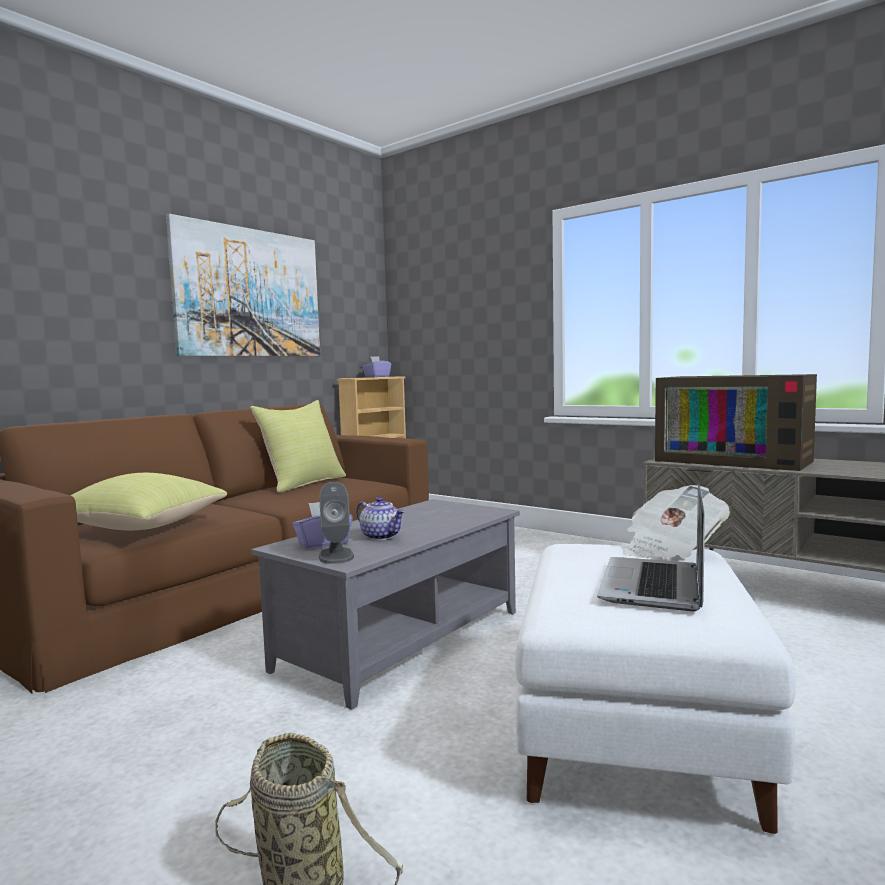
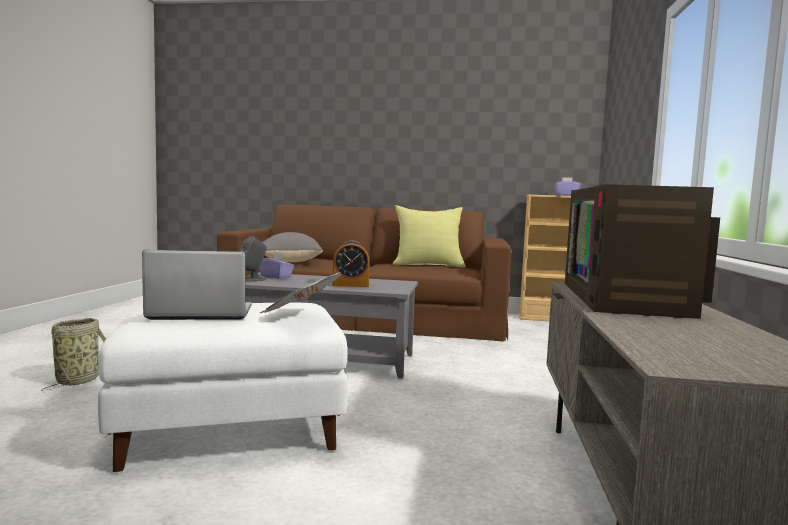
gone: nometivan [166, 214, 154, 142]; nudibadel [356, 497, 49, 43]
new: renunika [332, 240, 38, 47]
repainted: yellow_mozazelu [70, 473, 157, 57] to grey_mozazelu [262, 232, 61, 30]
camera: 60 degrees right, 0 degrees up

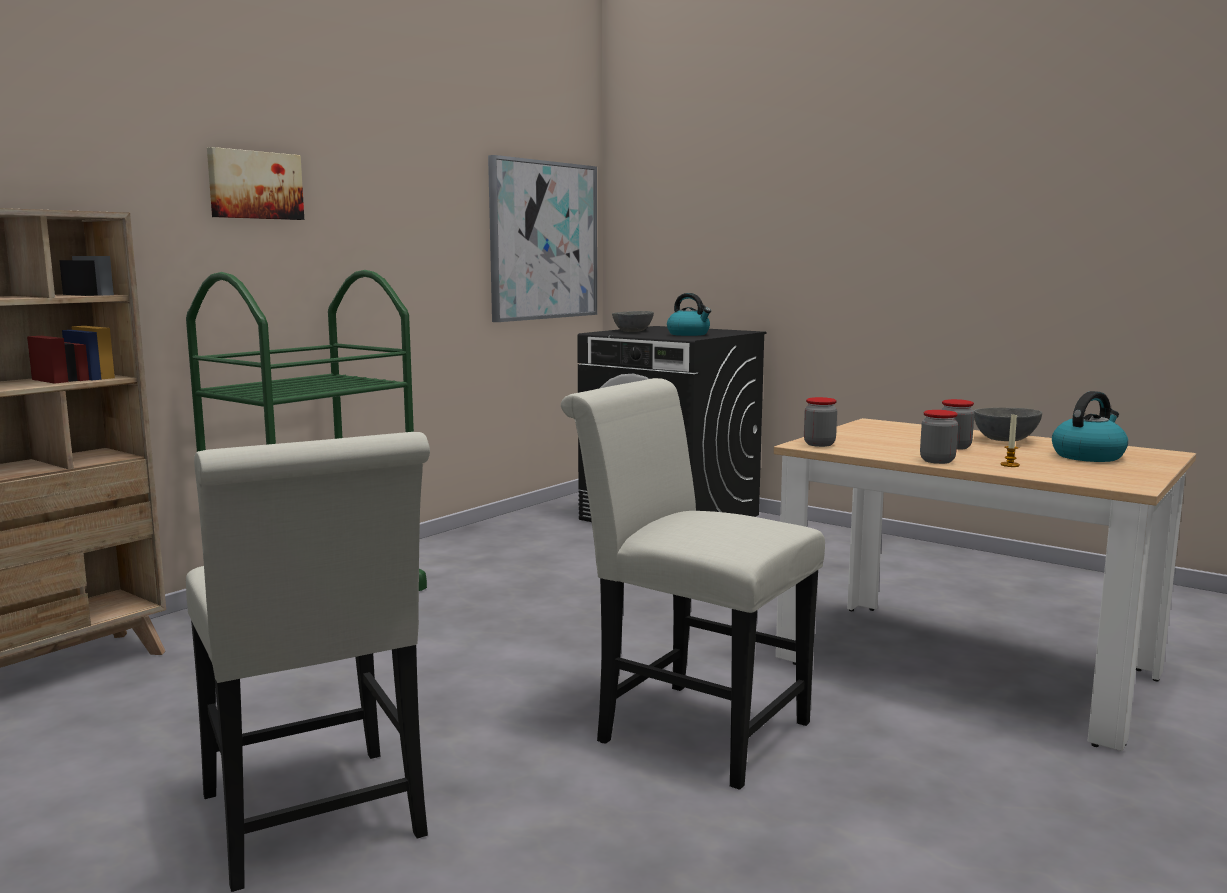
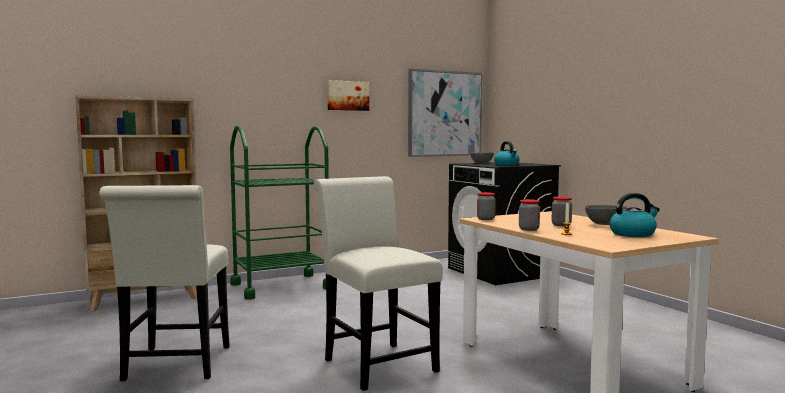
shifted: nometivan [207, 147, 97, 73] to [327, 80, 42, 31]
camera: 25 degrees right, 5 degrees down

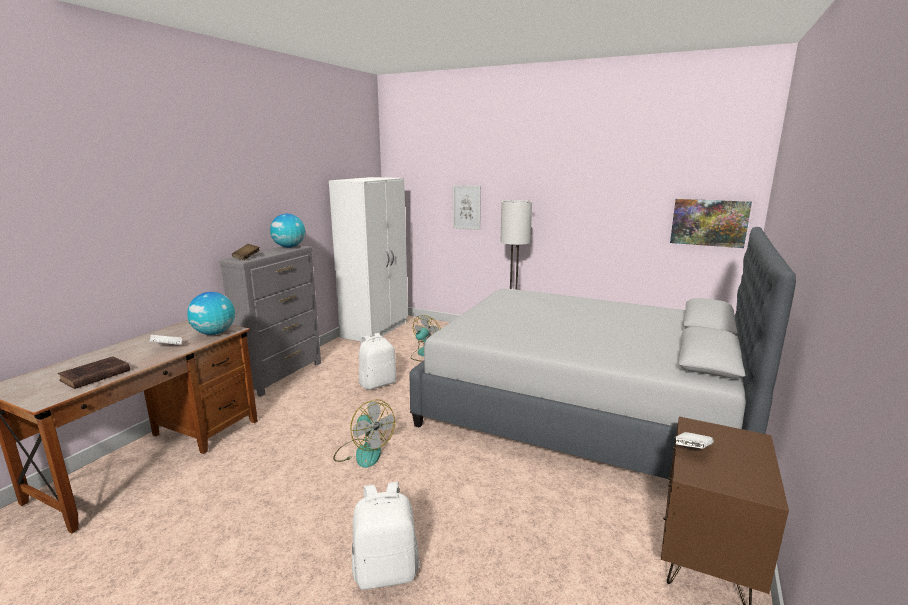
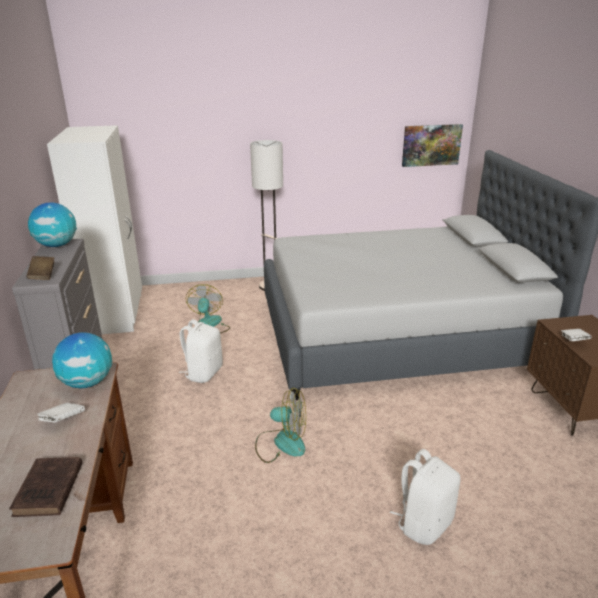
gone: nometivan [453, 185, 28, 45]
camera: 35 degrees left, 10 degrees up

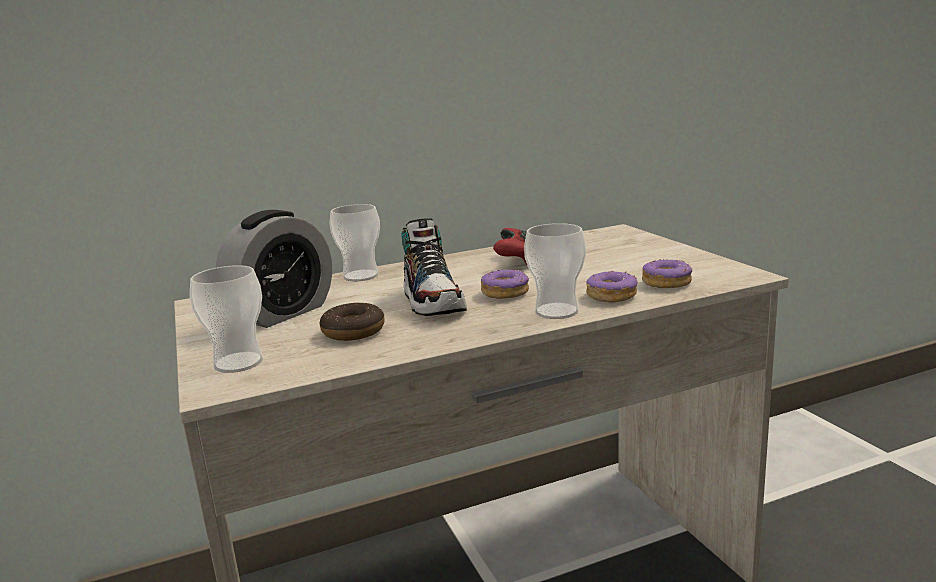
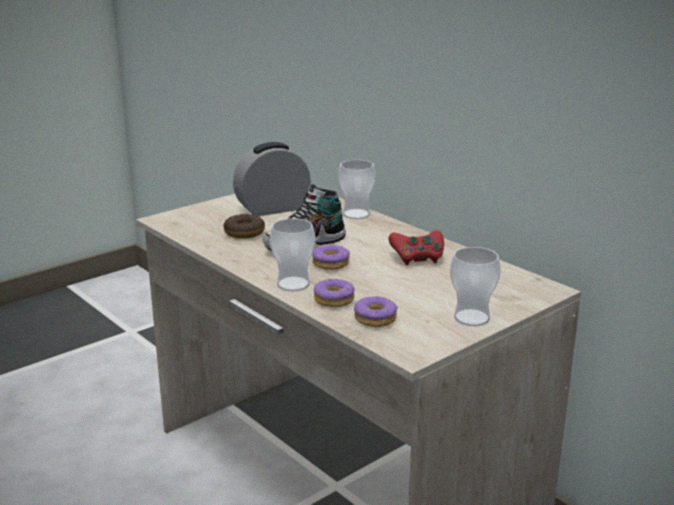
shifted: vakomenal [190, 265, 73, 108] to [450, 247, 51, 79]
rotated: renunika [215, 210, 117, 118] = [233, 142, 78, 74] 135 degrees clockwise
camera: 70 degrees right, 5 degrees up

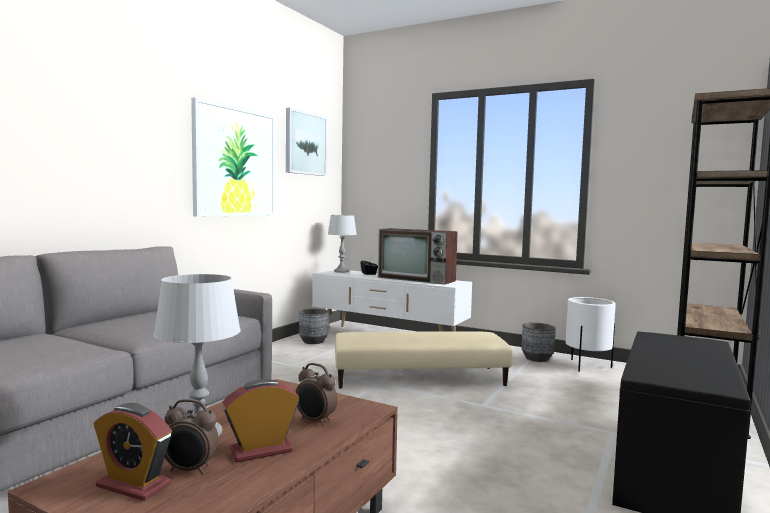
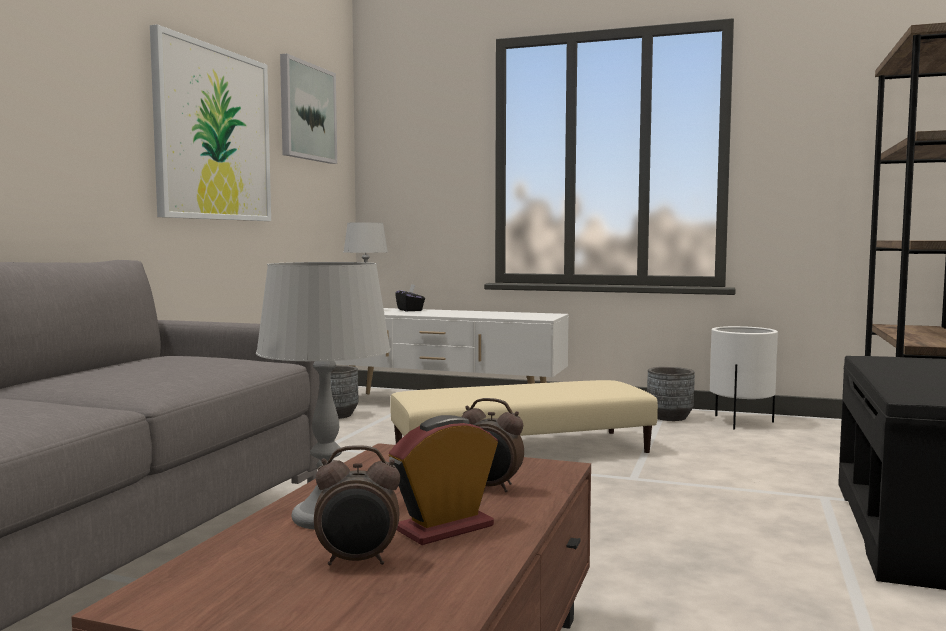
gone: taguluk [378, 228, 80, 56]; renunika [94, 403, 78, 98]
camera: 10 degrees left, 0 degrees up

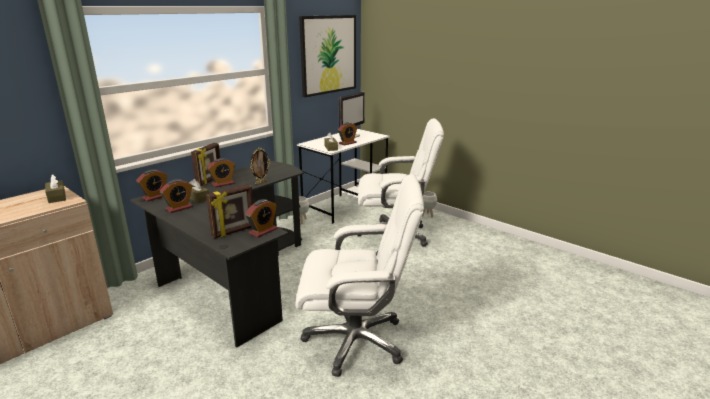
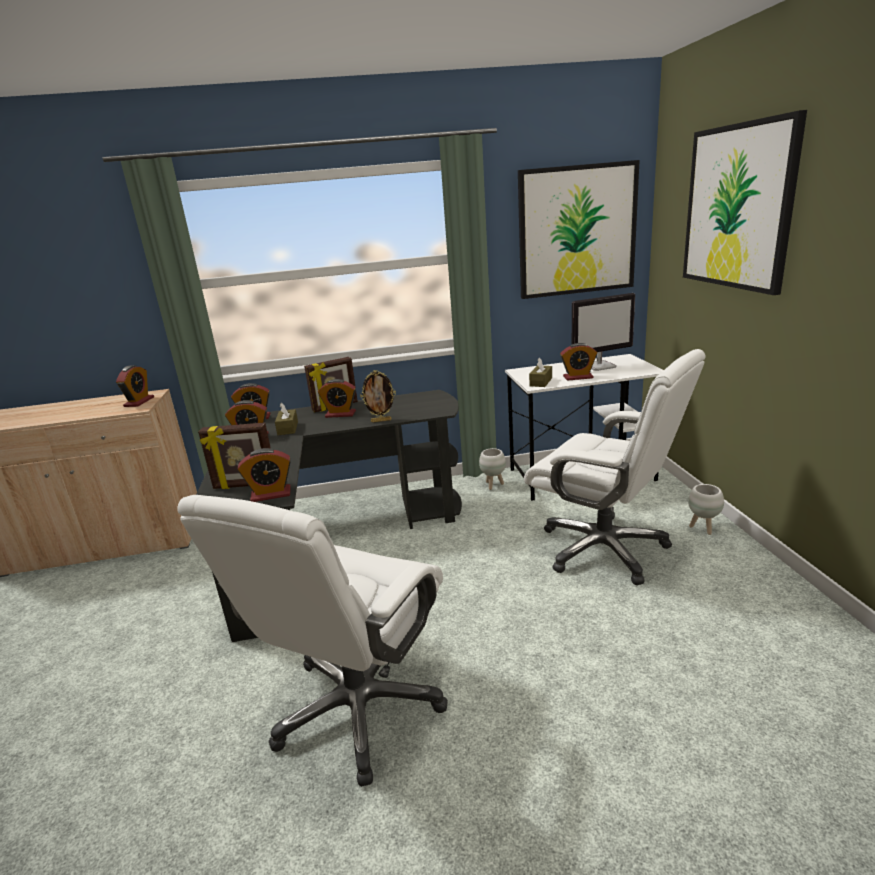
new: nometivan [683, 110, 124, 185]
swapped: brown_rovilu [45, 174, 21, 29] to renunika [116, 365, 38, 42]
rotated: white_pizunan [296, 174, 128, 203] = [177, 495, 271, 292] 75 degrees clockwise
camera: 40 degrees right, 0 degrees up

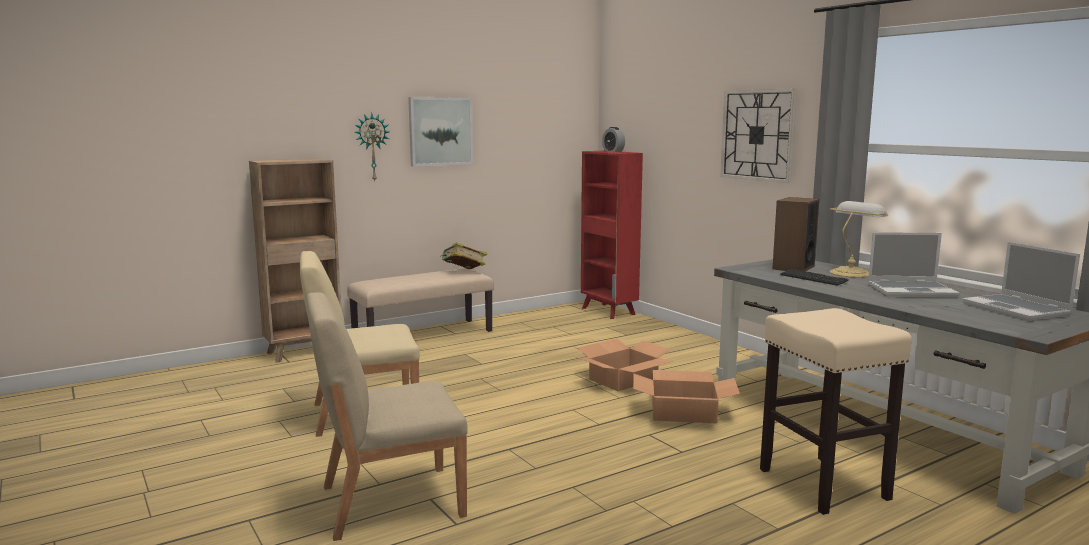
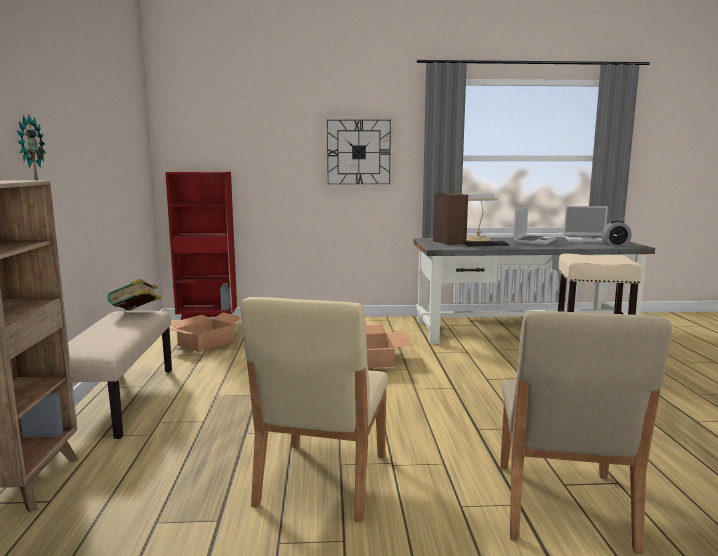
gone: nometivan [408, 97, 65, 70]
shifted: renunika [602, 127, 23, 25] to [601, 221, 31, 25]; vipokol [633, 370, 107, 54] to [170, 312, 72, 40]
camera: 60 degrees left, 0 degrees up

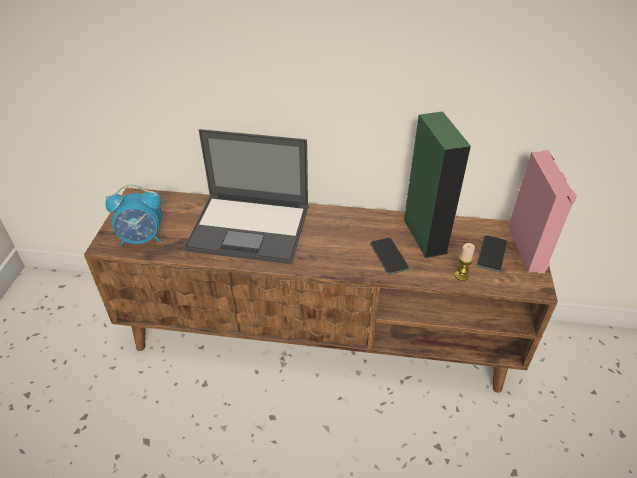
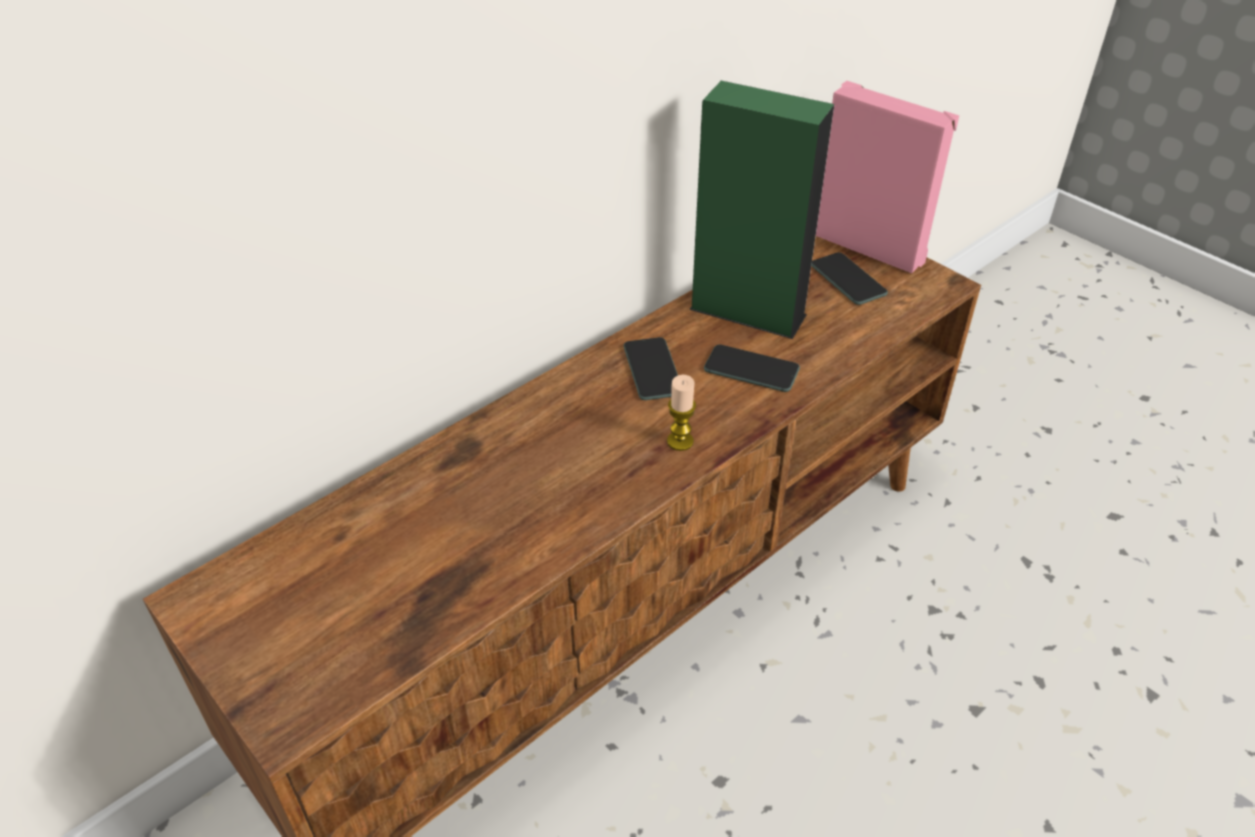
gone: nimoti [184, 129, 125, 135]; renunika [105, 184, 57, 62]
new: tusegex [624, 337, 54, 63]
shifted: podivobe [455, 243, 20, 38] to [667, 375, 29, 76]
camera: 50 degrees left, 0 degrees up

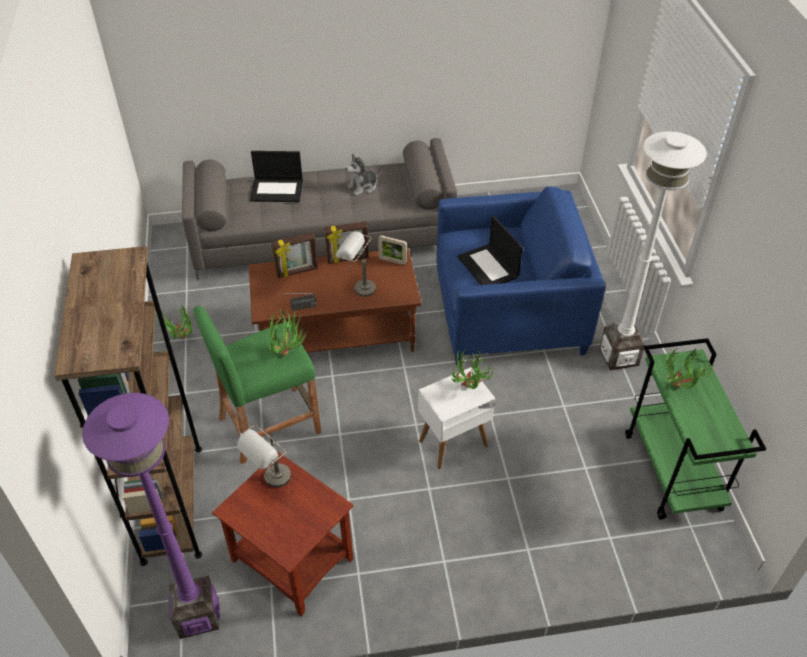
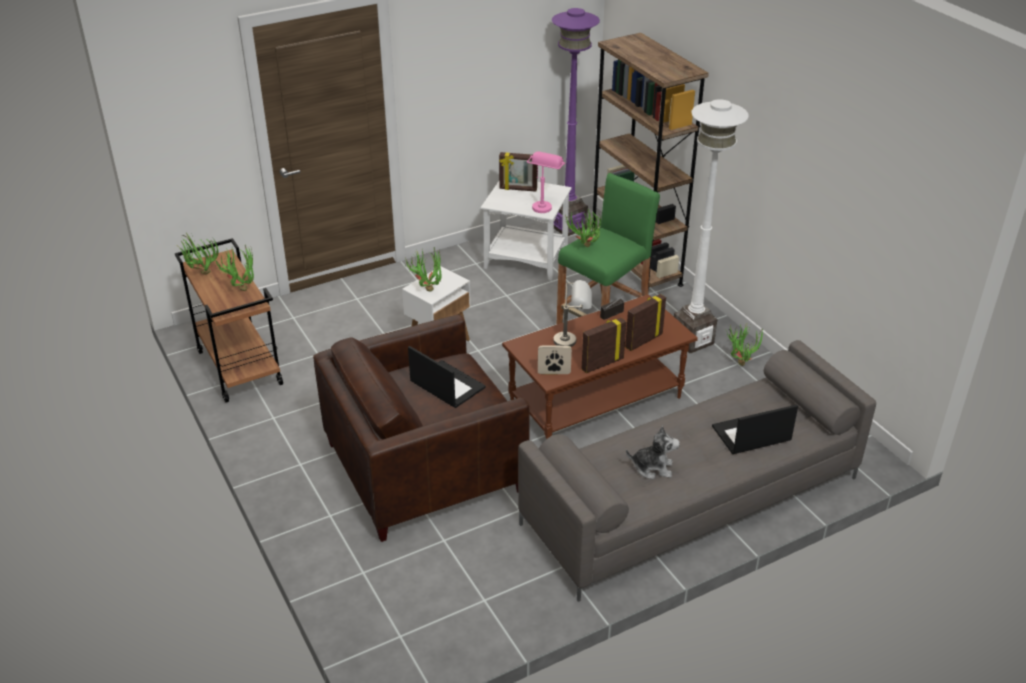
new: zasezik [499, 152, 39, 40]; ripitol [176, 233, 42, 42]
shifted: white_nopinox [600, 131, 107, 239] to [674, 99, 75, 254]
repainted: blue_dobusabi [436, 187, 170, 178] to brown_dobusabi [313, 315, 217, 227]; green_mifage [625, 338, 141, 182] to brown_mifage [175, 238, 108, 165]; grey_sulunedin [237, 424, 54, 64] to pink_sulunedin [527, 151, 38, 62]; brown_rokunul [212, 451, 142, 165] to white_rokunul [481, 181, 91, 100]
rotated: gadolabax [346, 154, 35, 42] = [626, 426, 54, 53] 60 degrees clockwise
camera: 160 degrees right, 10 degrees down

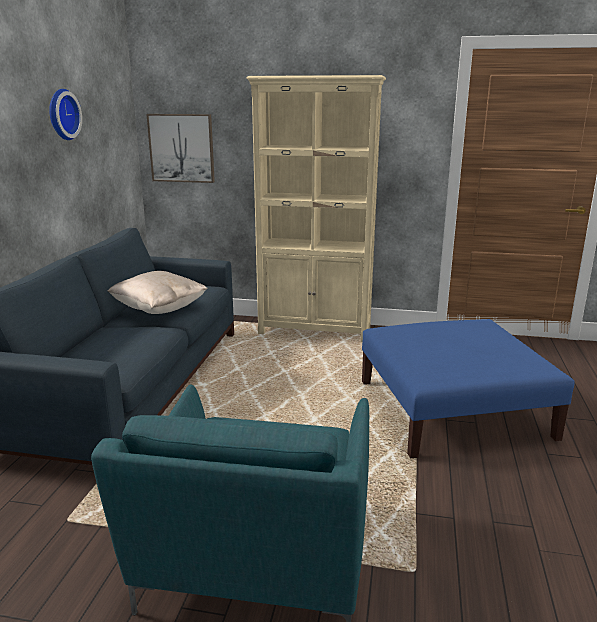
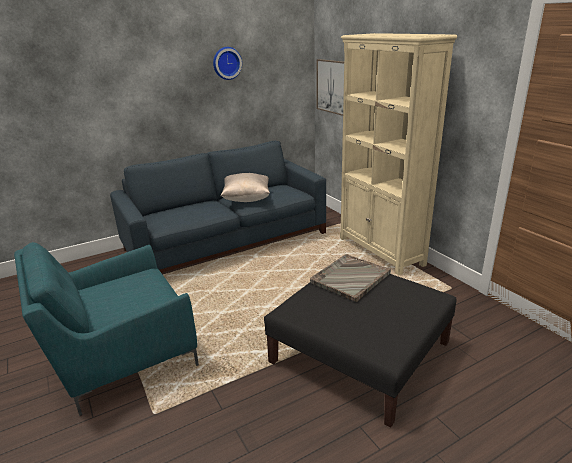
new: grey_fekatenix [310, 254, 81, 48]
repainted: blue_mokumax [362, 319, 213, 139] to black_mokumax [264, 274, 193, 154]
camera: 50 degrees right, 5 degrees up

